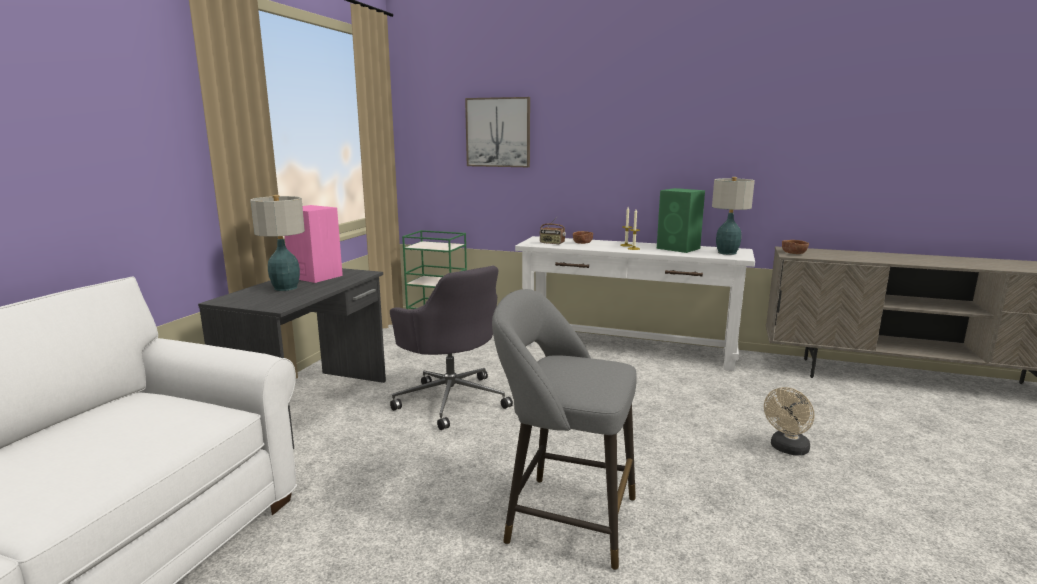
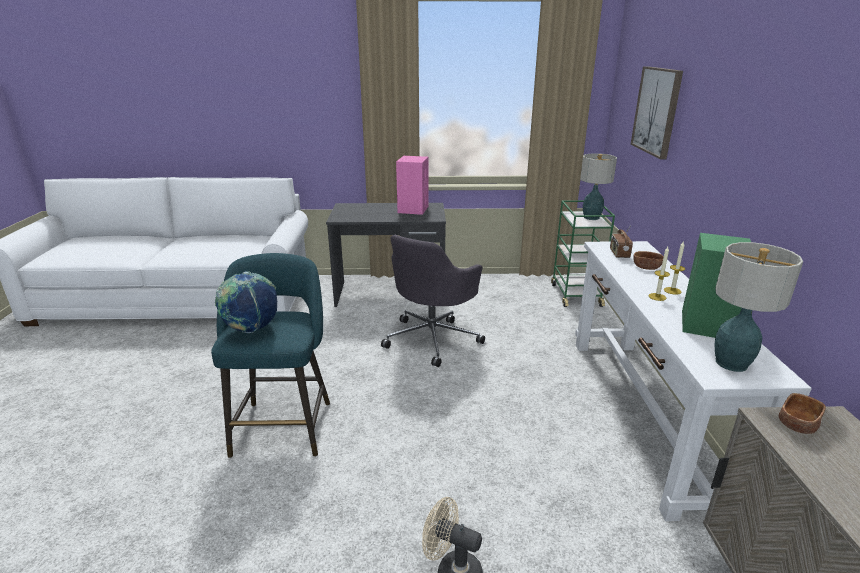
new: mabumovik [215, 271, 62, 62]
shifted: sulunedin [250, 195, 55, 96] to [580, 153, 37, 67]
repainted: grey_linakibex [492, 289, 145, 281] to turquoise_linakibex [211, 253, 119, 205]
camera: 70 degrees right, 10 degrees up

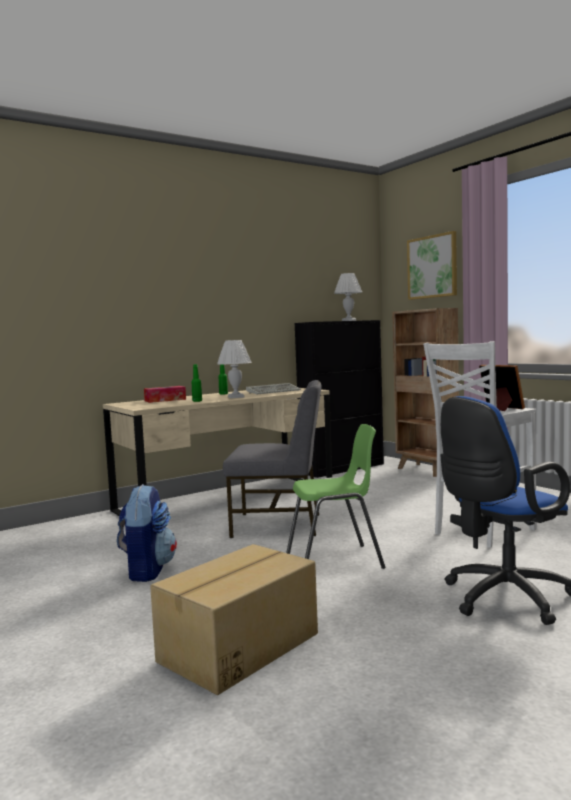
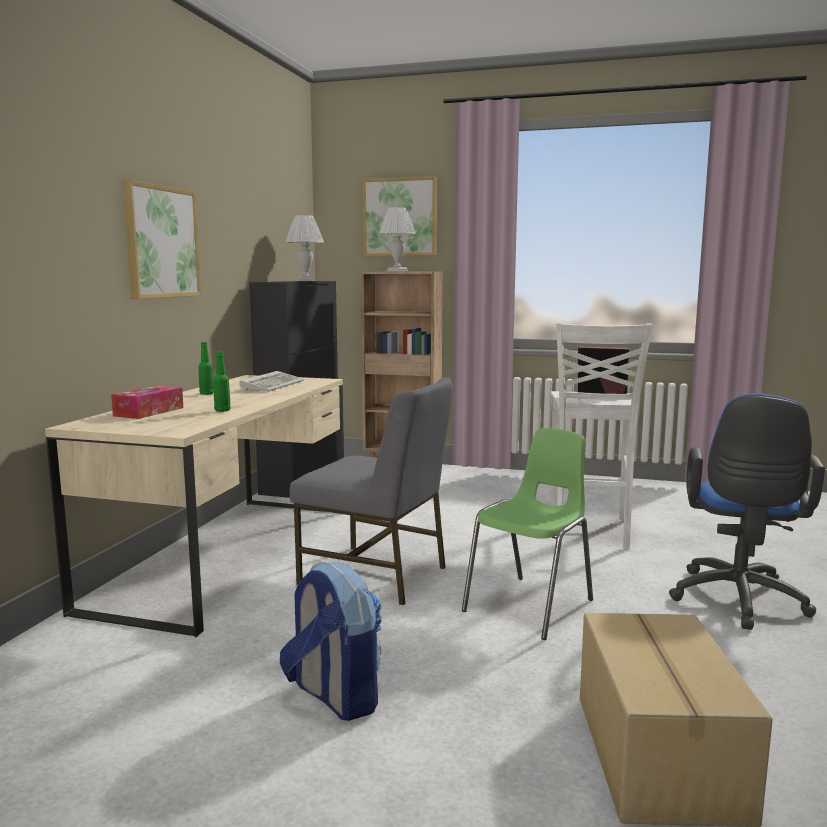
new: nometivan [123, 180, 78, 119]
shifted: white_sulunedin [217, 340, 35, 58] to [379, 207, 37, 64]
rotated: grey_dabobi [223, 380, 99, 158] = [290, 377, 163, 228] 60 degrees clockwise
camera: 40 degrees left, 5 degrees up

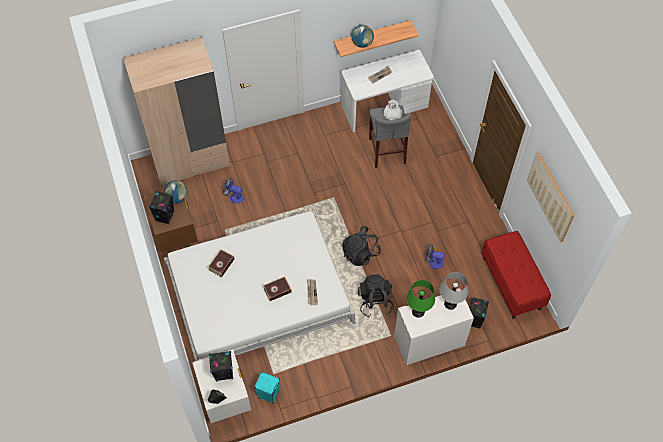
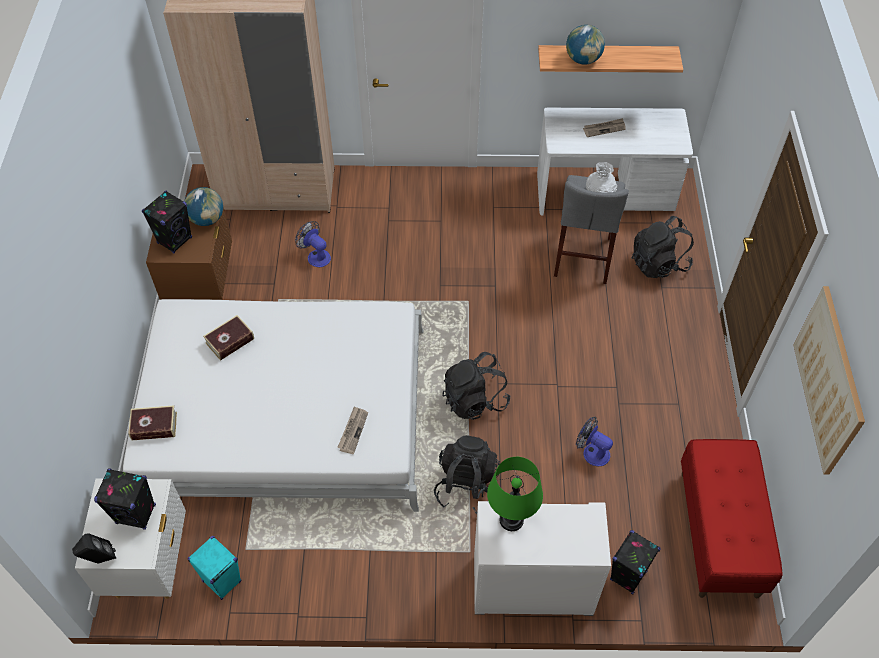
gone: grey_sulunedin [440, 272, 28, 38]
new: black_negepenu [632, 216, 62, 62]
shifted: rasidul [263, 276, 29, 25] to [128, 405, 49, 35]
camera: 20 degrees right, 5 degrees down

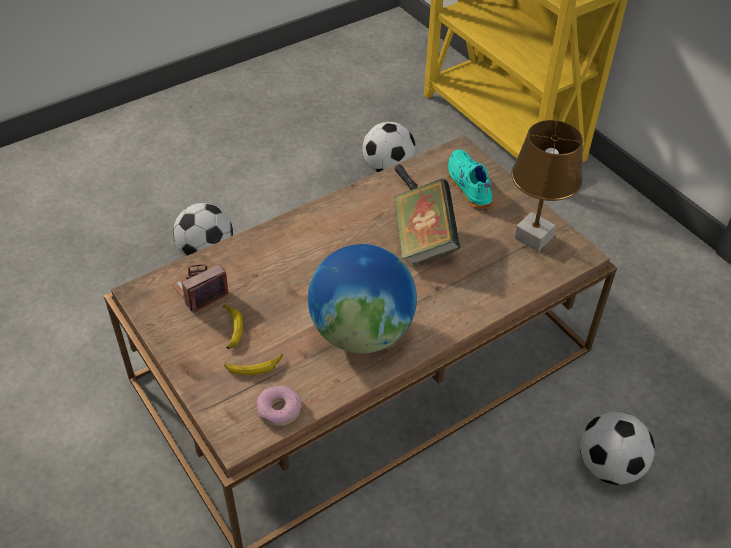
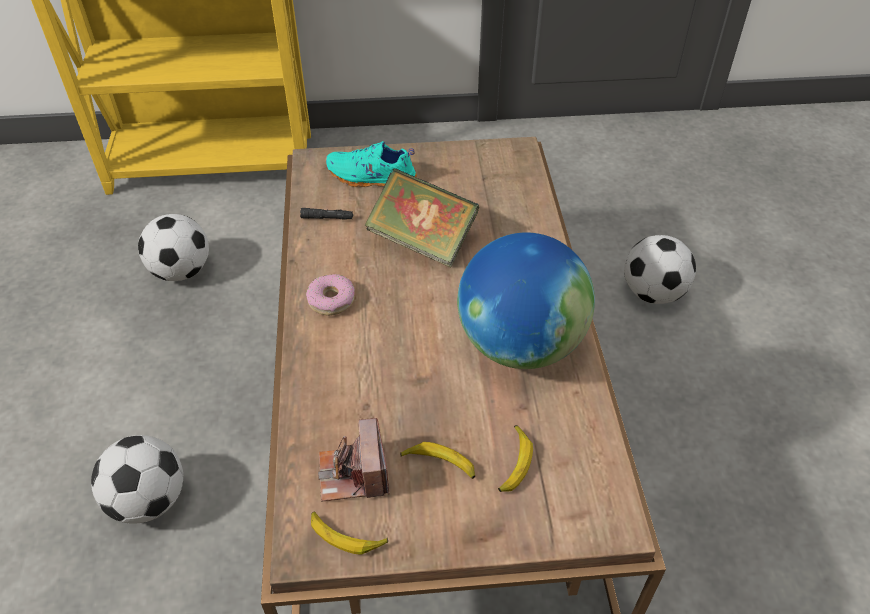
gone: brown_sulunedin [511, 120, 72, 132]
new: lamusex [311, 511, 77, 44]
shifted: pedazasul [257, 385, 45, 42] to [306, 274, 49, 42]
camera: 60 degrees left, 0 degrees up

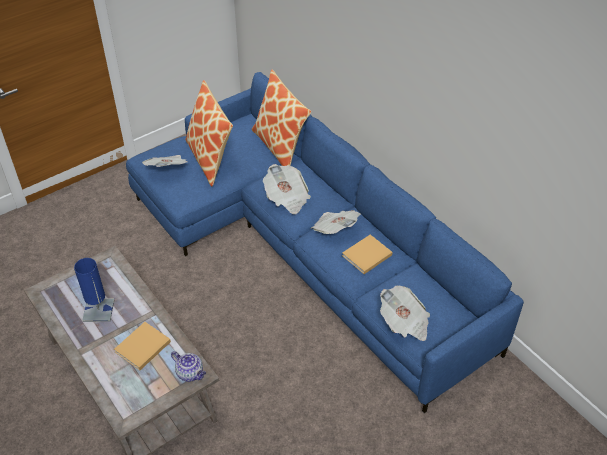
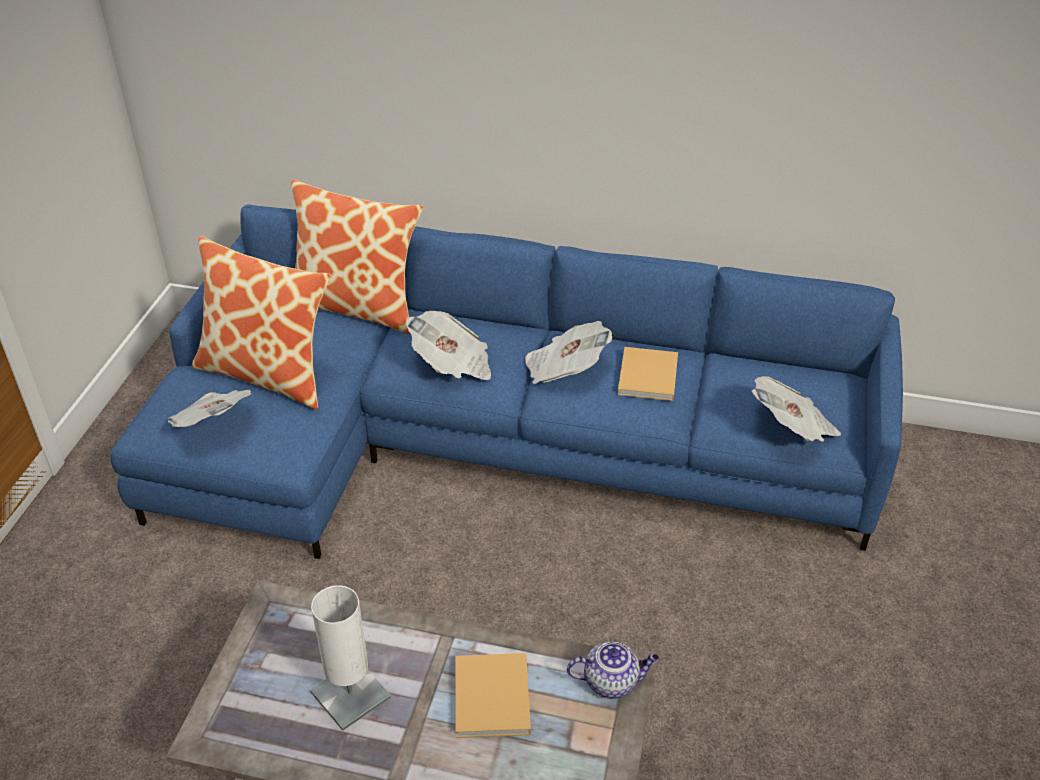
repainted: blue_sulunedin [74, 258, 40, 64] to white_sulunedin [310, 585, 81, 146]
camera: 40 degrees left, 5 degrees down

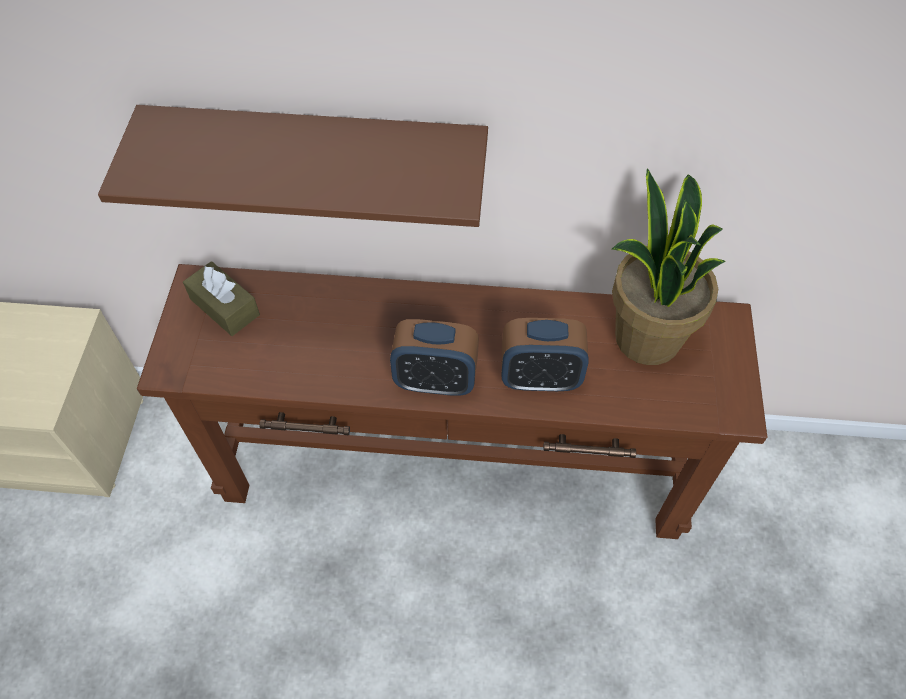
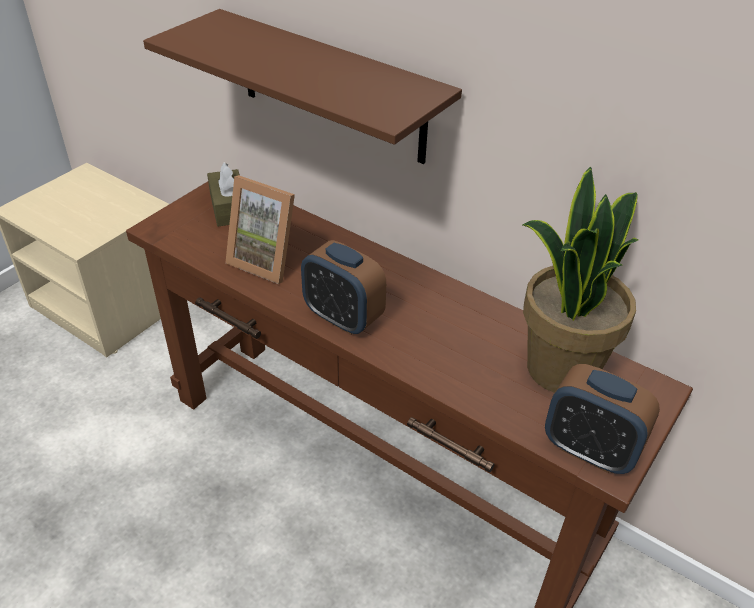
new: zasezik [225, 175, 70, 109]
shifted: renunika [502, 318, 87, 73] to [545, 364, 115, 110]
camera: 30 degrees right, 15 degrees down

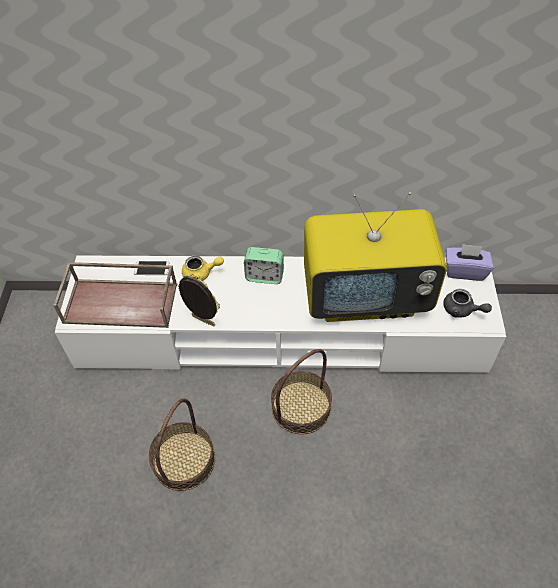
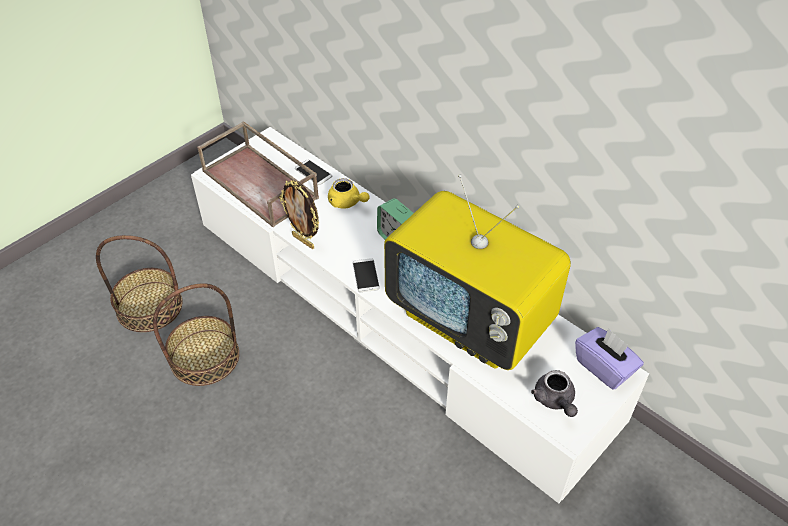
new: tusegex [353, 258, 27, 34]
shifted: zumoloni [271, 349, 61, 85] to [96, 235, 87, 97]
rotated: zasezik [178, 274, 42, 53] = [279, 180, 40, 69] 150 degrees clockwise
camera: 40 degrees right, 5 degrees down

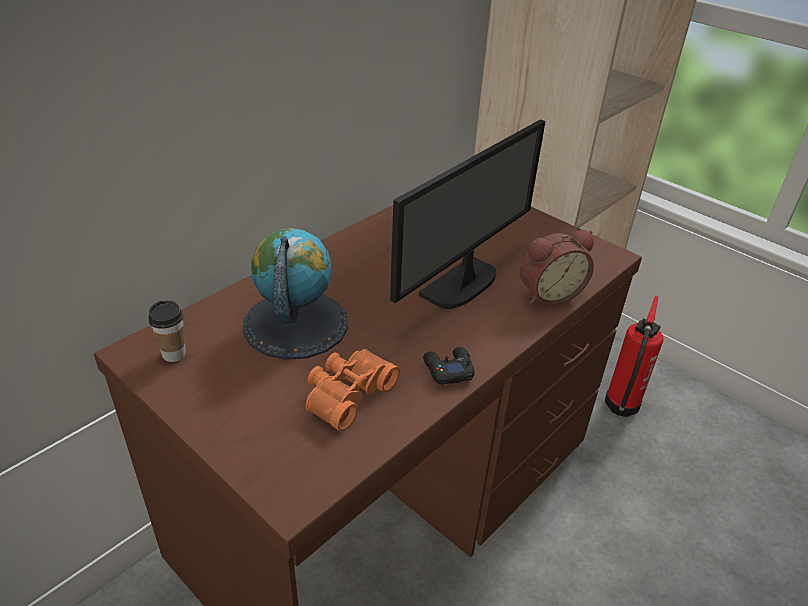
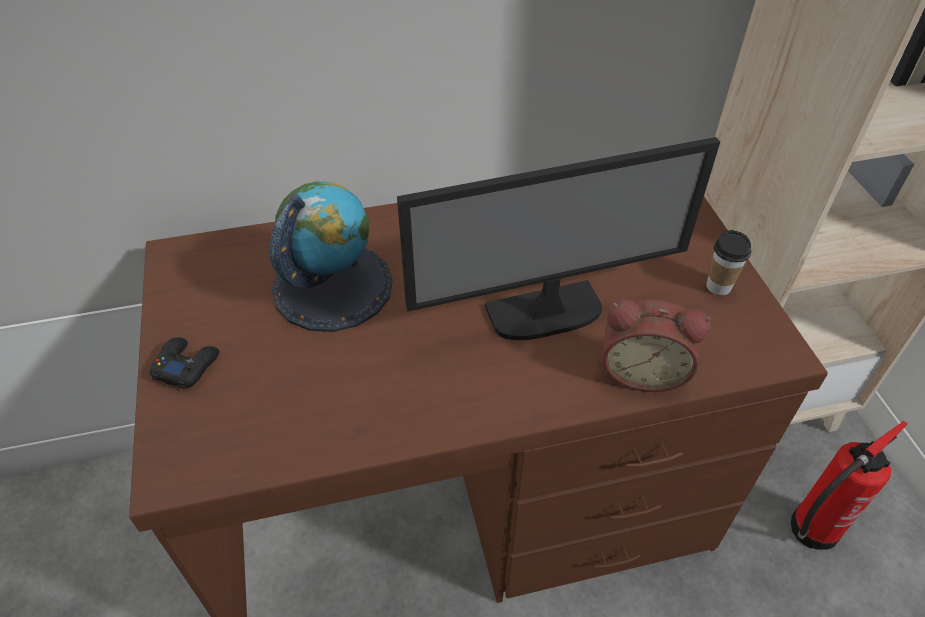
gone: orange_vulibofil [306, 349, 94, 82]
shifted: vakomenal [148, 300, 38, 62] to [706, 230, 45, 65]; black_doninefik [423, 347, 52, 38] to [150, 337, 69, 52]
camera: 35 degrees right, 10 degrees up

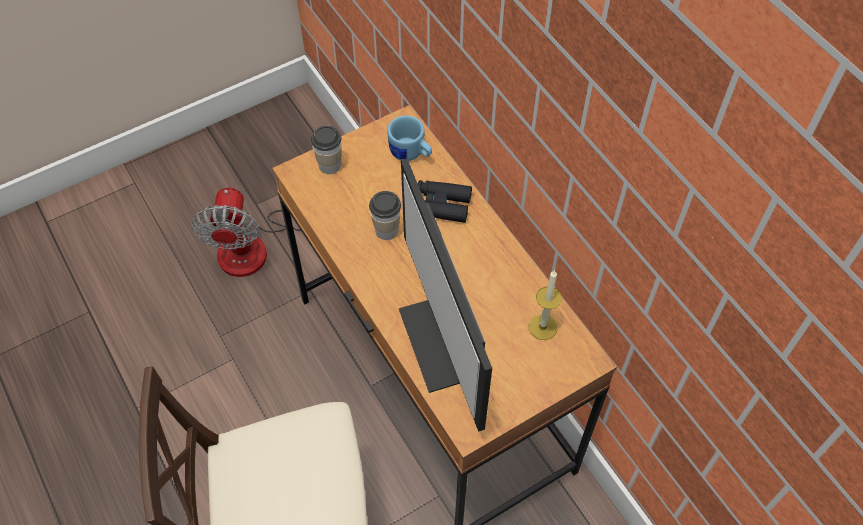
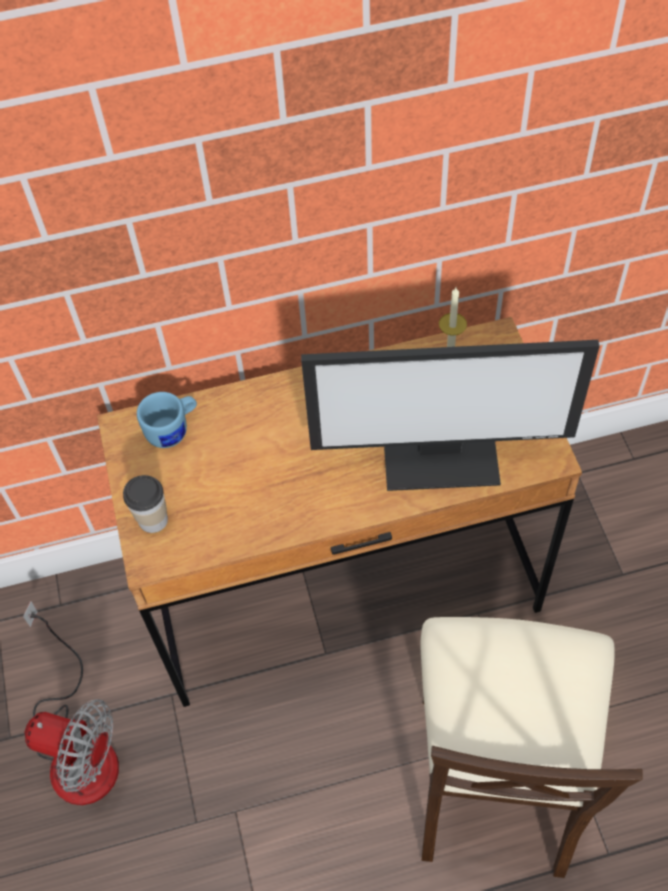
gone: black_vulibofil [418, 180, 54, 43]; vakomenal [369, 191, 32, 49]
camera: 70 degrees left, 0 degrees up

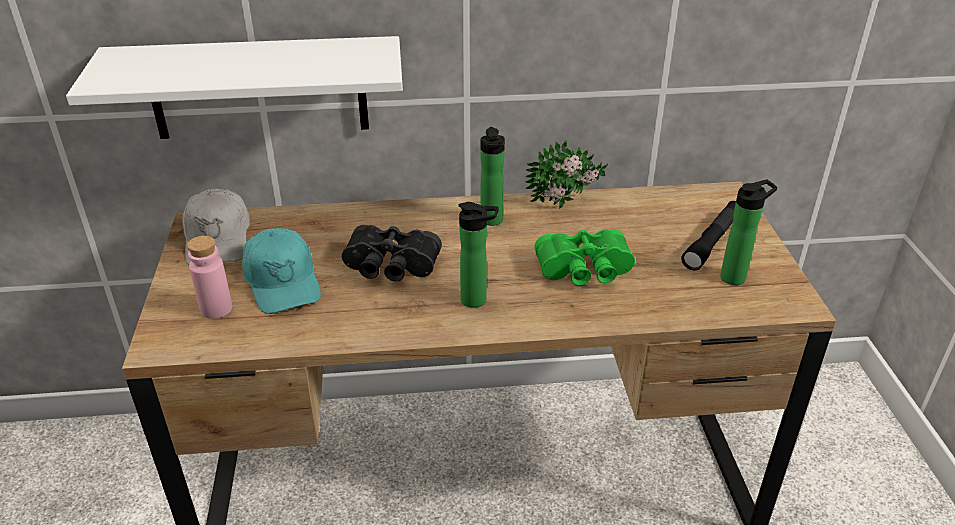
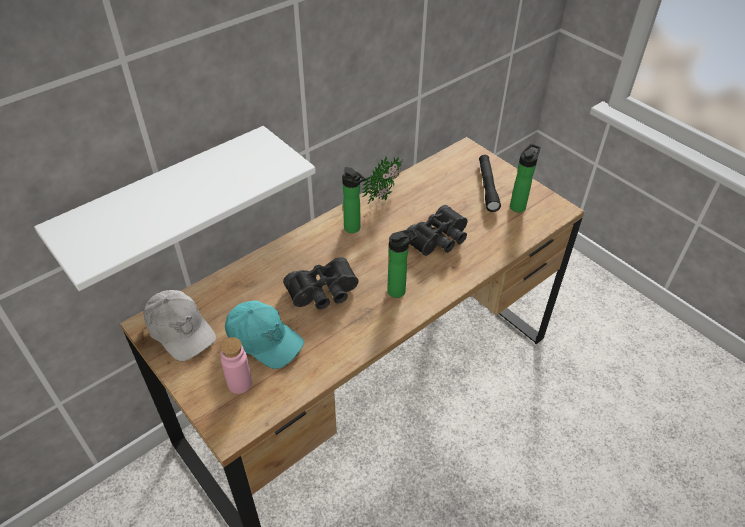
repainted: green_vulibofil [534, 229, 101, 57] to black_vulibofil [406, 205, 62, 51]
camera: 35 degrees left, 10 degrees up

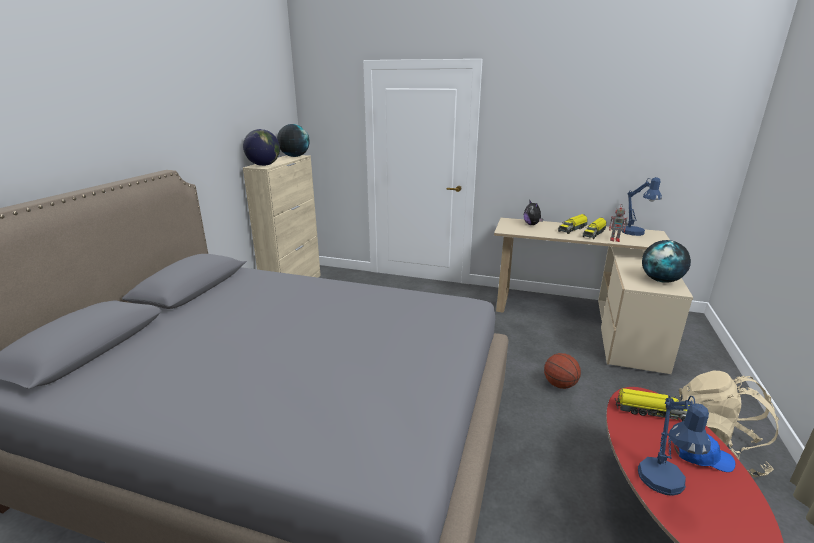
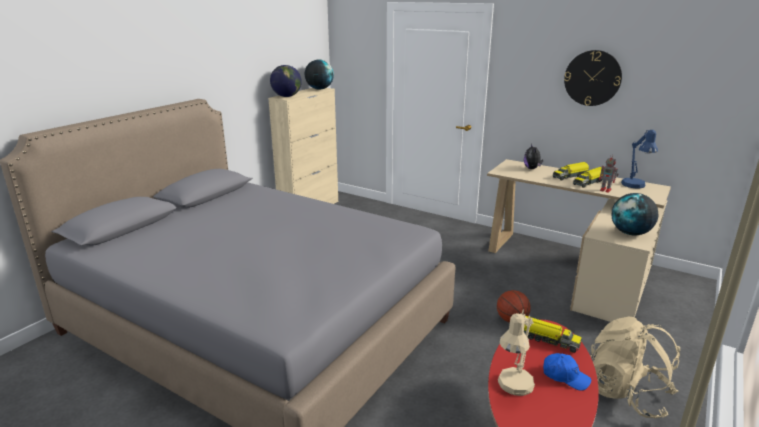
new: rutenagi [564, 50, 58, 56]
repainted: blue_sulunedin [638, 396, 73, 100] to beige_sulunedin [498, 310, 37, 86]
camera: 15 degrees right, 0 degrees up

